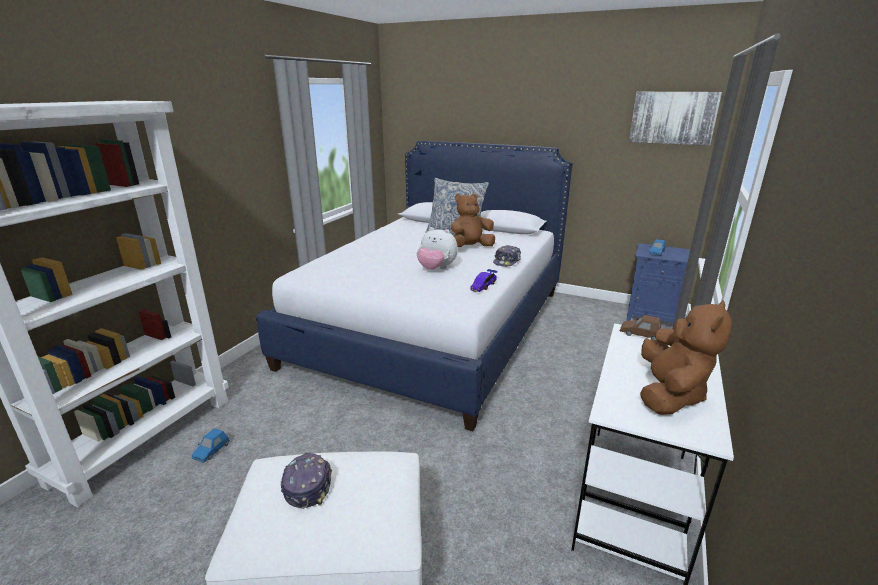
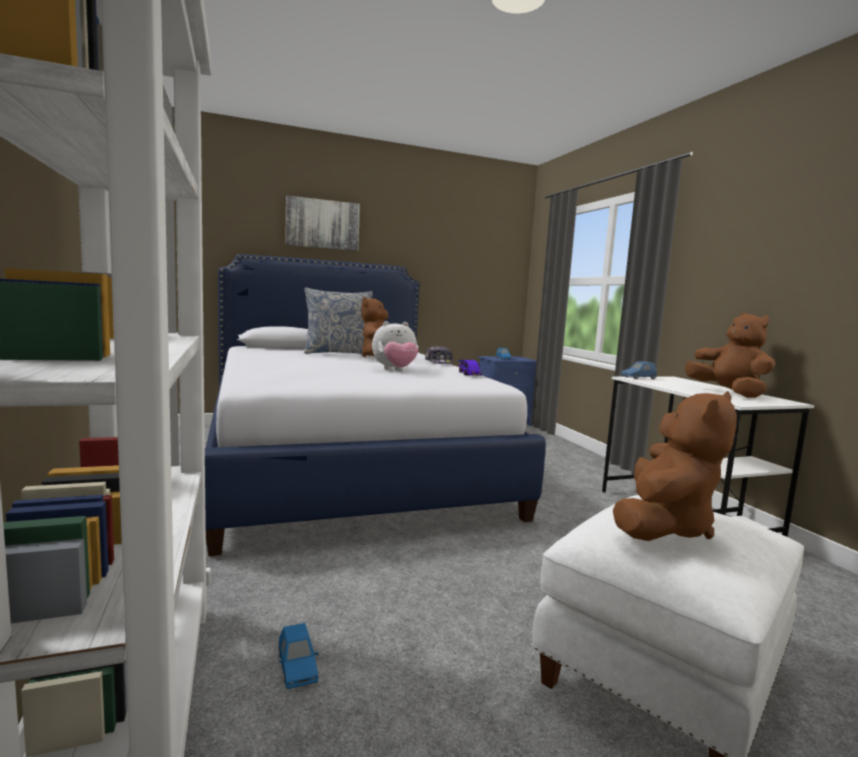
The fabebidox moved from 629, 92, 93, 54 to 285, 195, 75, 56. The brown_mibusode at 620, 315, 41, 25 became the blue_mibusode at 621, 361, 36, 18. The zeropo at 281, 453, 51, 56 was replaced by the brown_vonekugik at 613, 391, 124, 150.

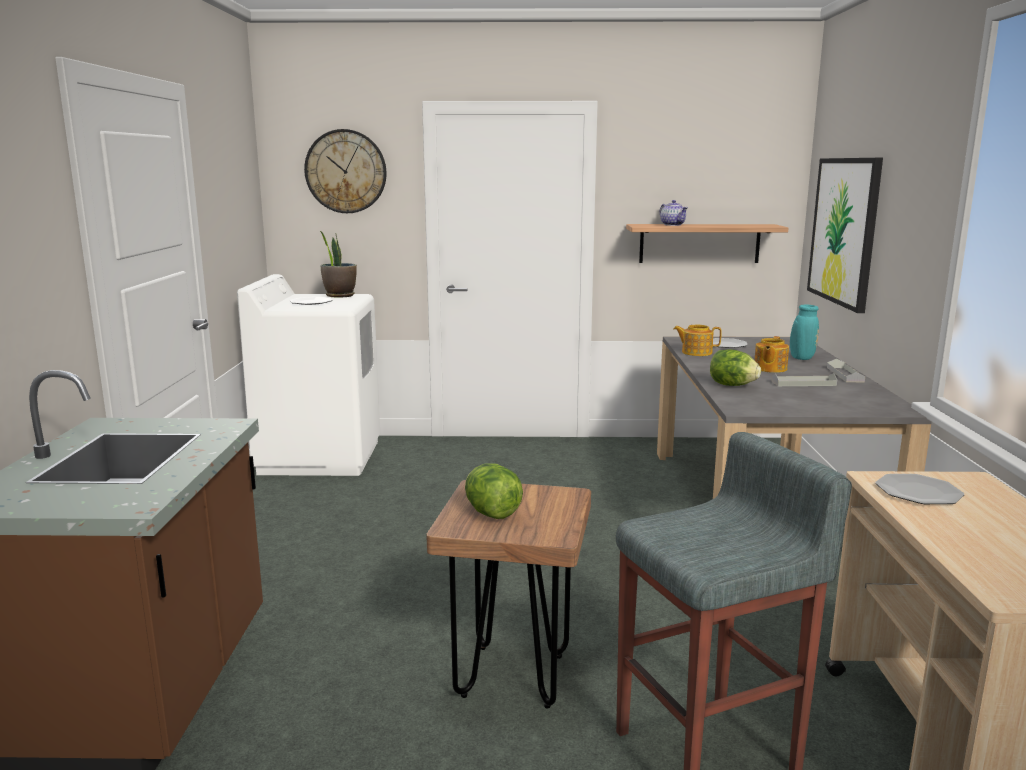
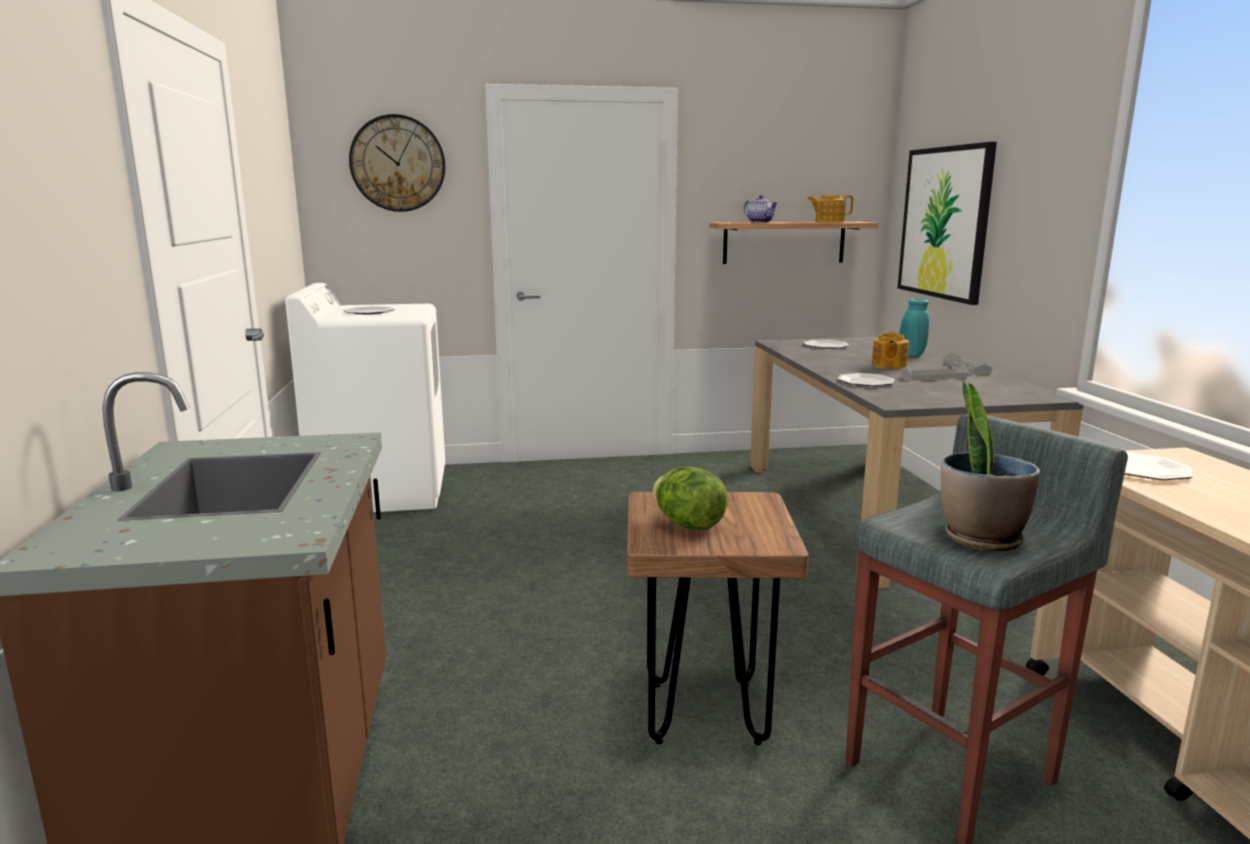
The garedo moved from 319, 230, 38, 67 to 941, 381, 99, 170. The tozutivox moved from 674, 325, 48, 31 to 808, 195, 45, 27. The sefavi at 710, 349, 51, 37 was replaced by the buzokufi at 837, 373, 58, 13.

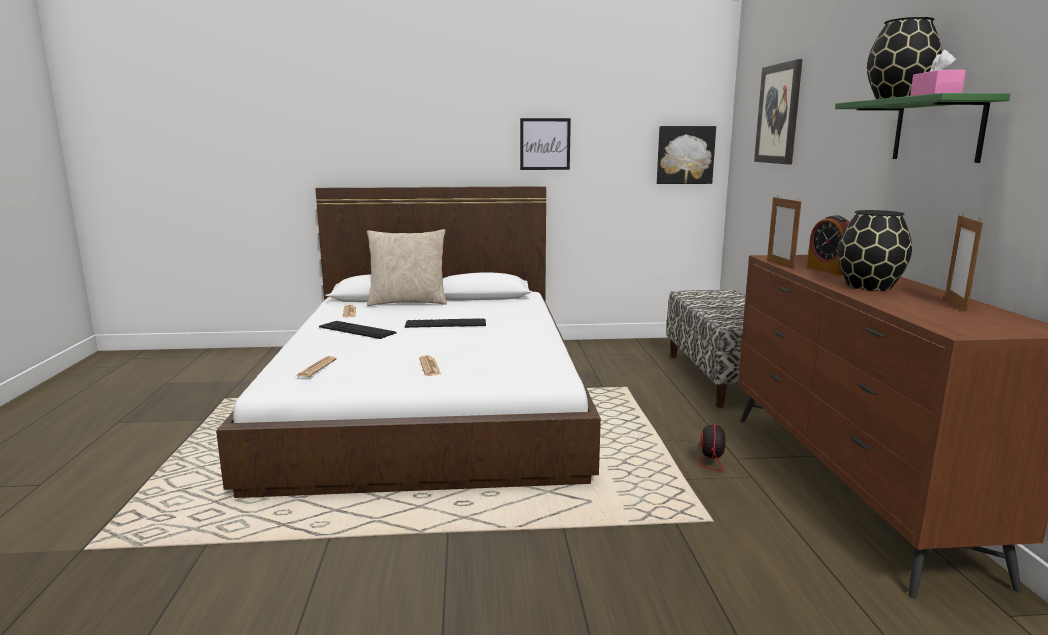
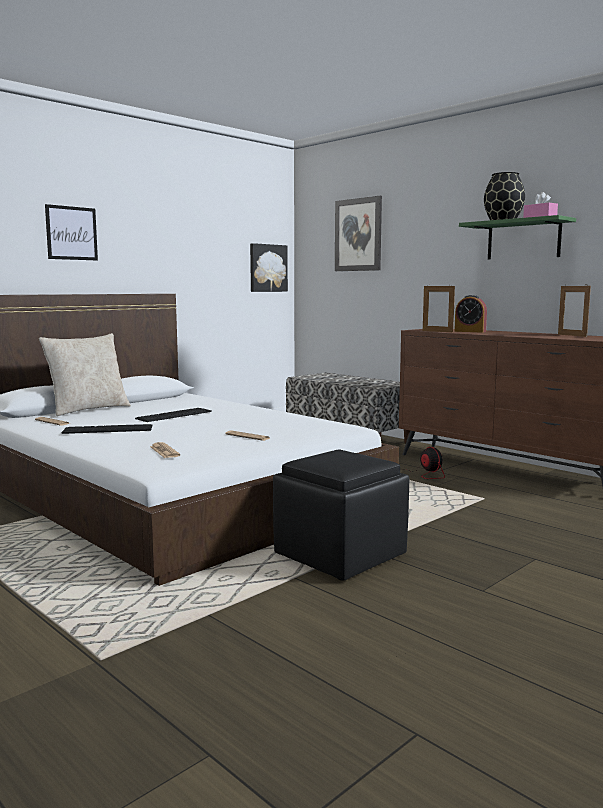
The fabebidox moved from 520, 118, 51, 52 to 45, 204, 53, 56. The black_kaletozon at 838, 210, 74, 81 disappeared. The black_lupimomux at 273, 449, 136, 132 appeared.

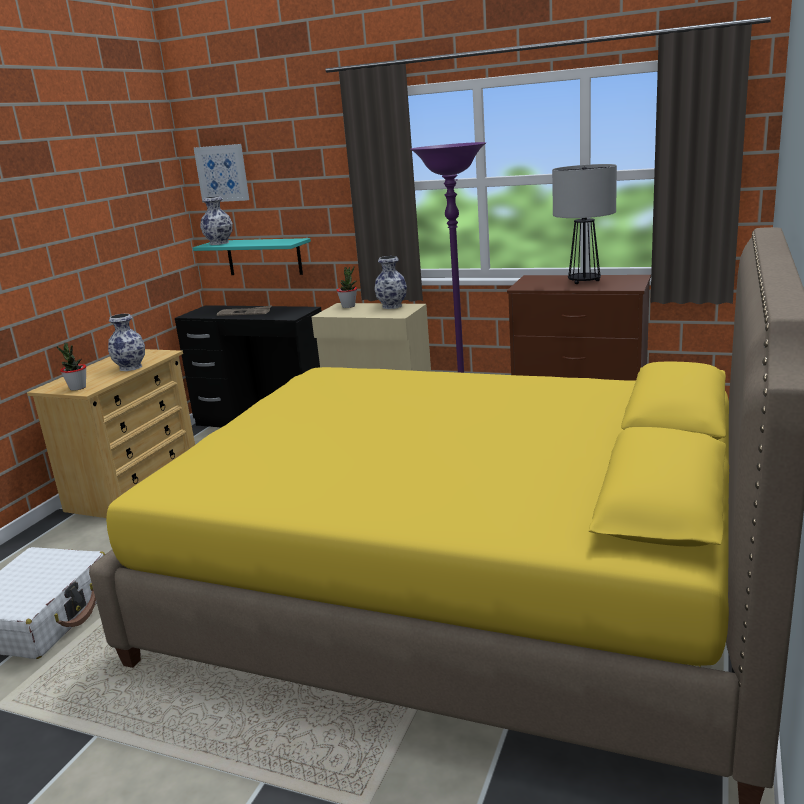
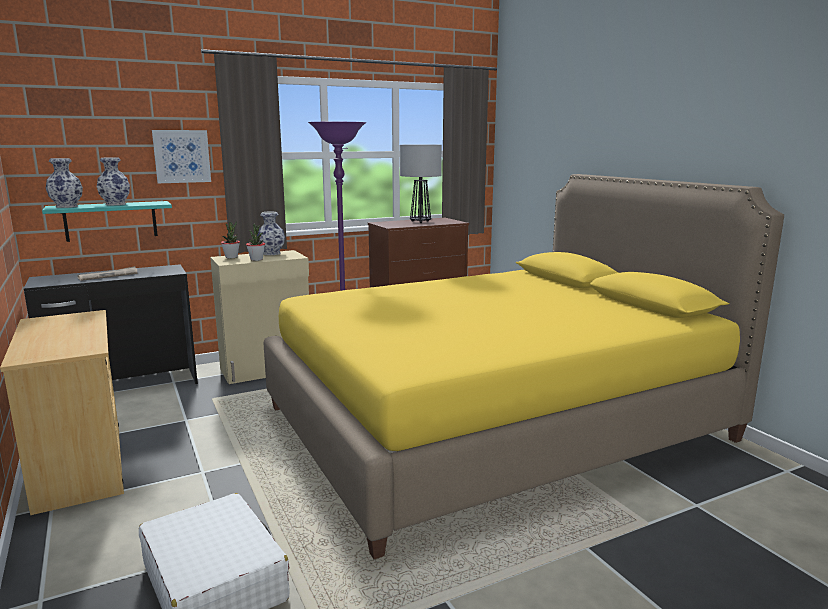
The fabebidox moved from 194, 144, 55, 59 to 152, 130, 59, 53. The kaletozon moved from 108, 314, 37, 57 to 97, 157, 33, 48. The garedo moved from 57, 343, 29, 48 to 246, 224, 19, 37.

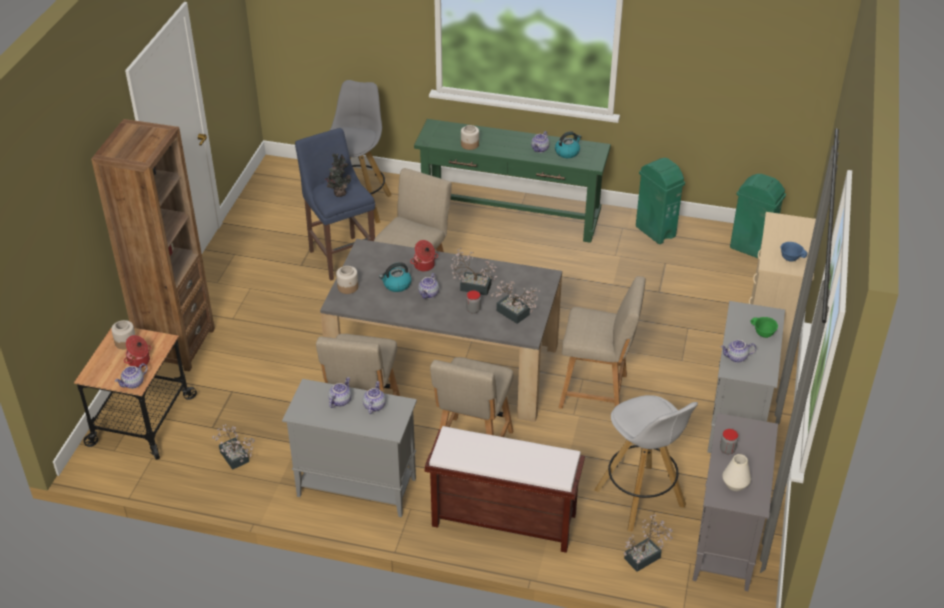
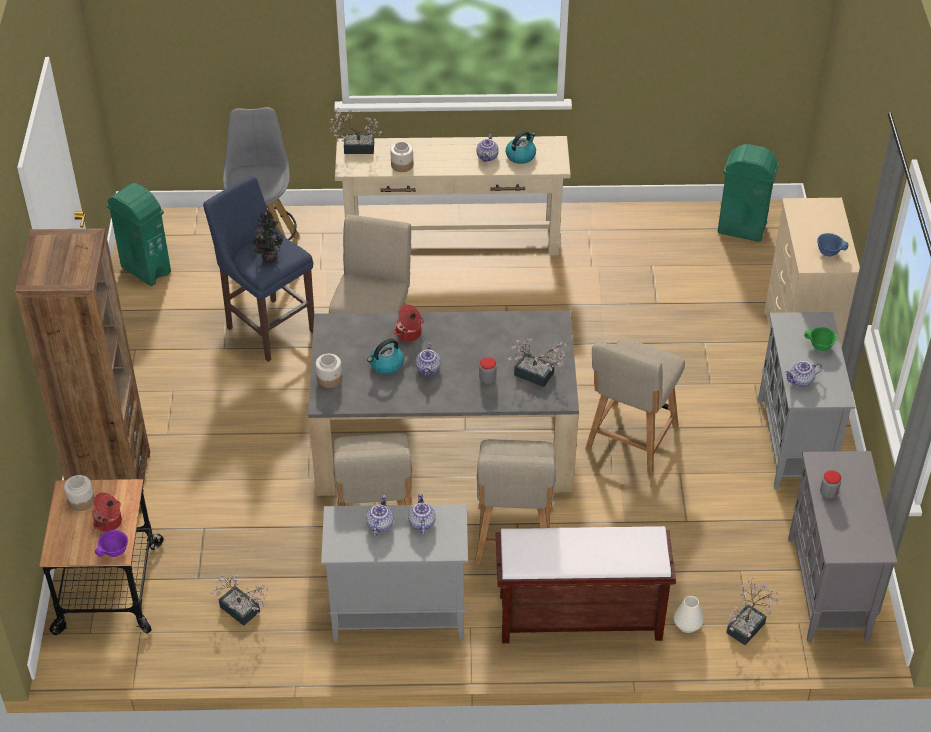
The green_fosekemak at 414, 119, 197, 124 became the beige_fosekemak at 335, 136, 236, 119. The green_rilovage moved from 636, 158, 49, 86 to 107, 183, 64, 103. The garedo moved from 450, 248, 47, 47 to 330, 108, 52, 46. The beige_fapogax at 559, 276, 87, 133 turned 120 degrees clockwise. The tozutivox at 115, 363, 33, 26 was replaced by the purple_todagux at 95, 530, 33, 27. The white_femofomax at 594, 395, 104, 137 disappeared. The white_kaletozon moved from 722, 454, 29, 37 to 674, 596, 30, 37.

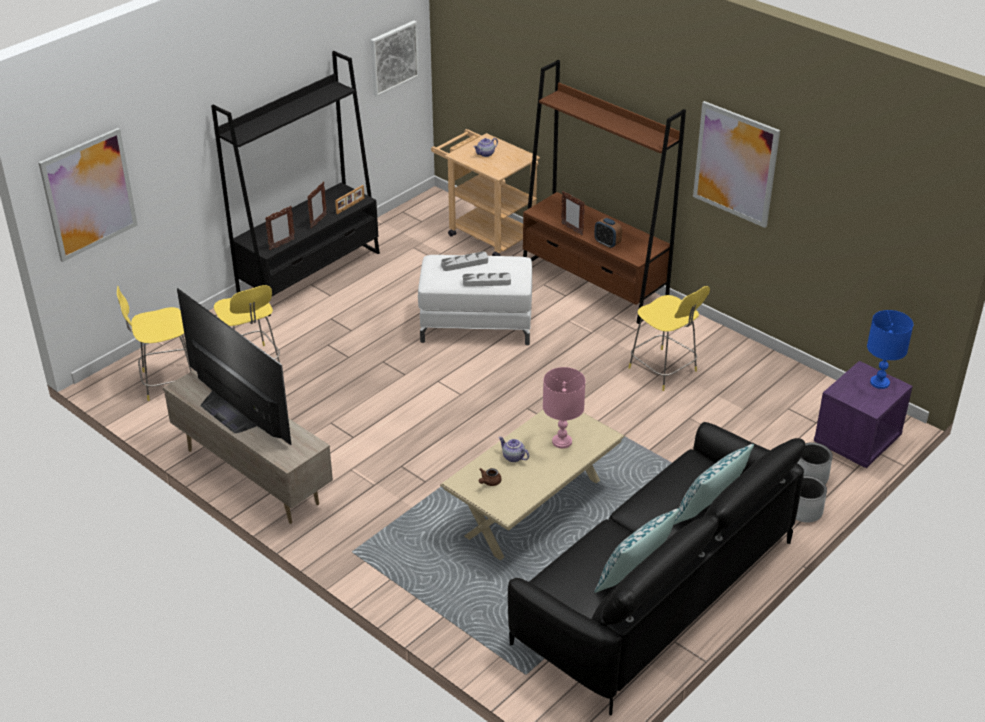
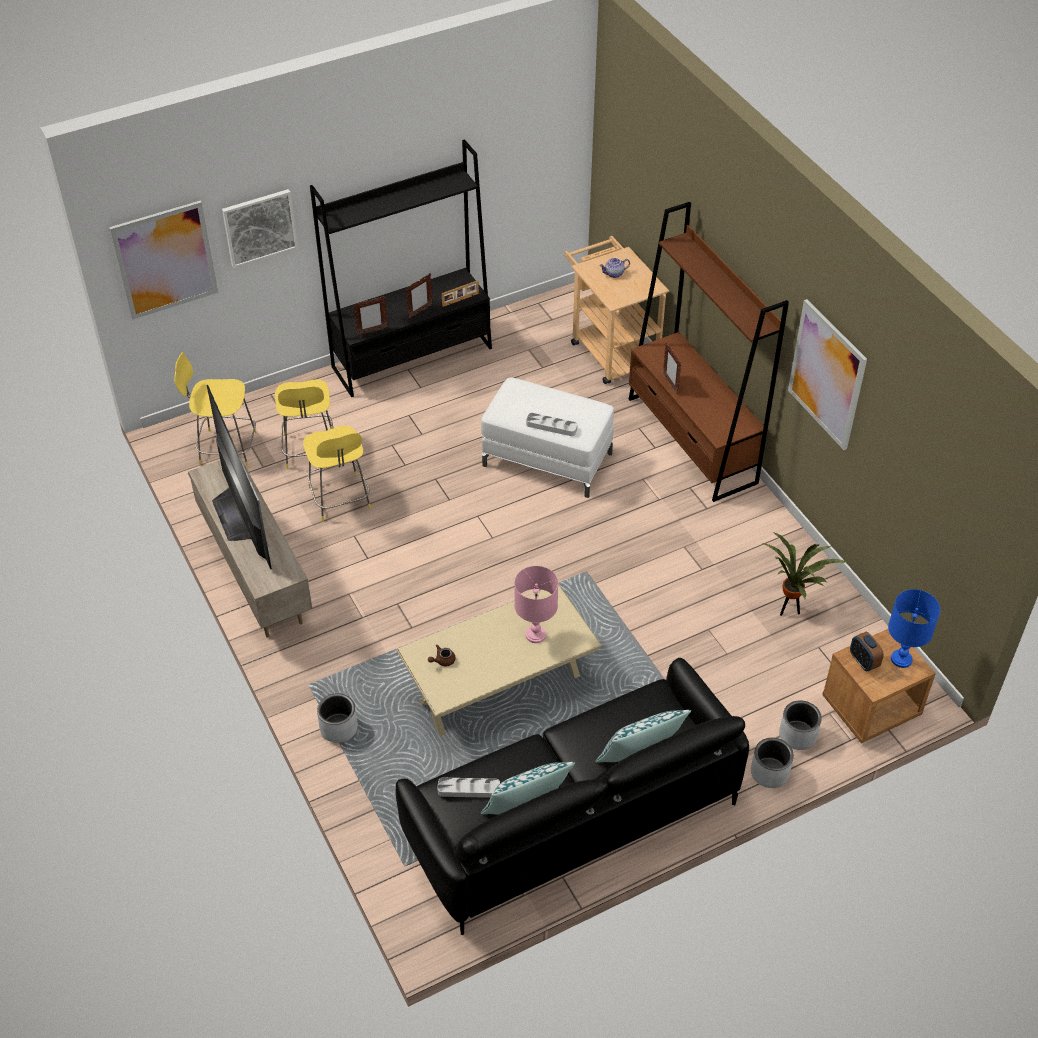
The fabebidox moved from 371, 21, 48, 75 to 222, 189, 76, 79. The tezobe moved from 594, 218, 28, 30 to 850, 632, 34, 39. The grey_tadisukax moved from 441, 252, 47, 19 to 438, 778, 62, 20. The yellow_femofomax moved from 629, 286, 81, 105 to 303, 426, 68, 95. The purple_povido at 814, 361, 99, 107 became the brown_povido at 822, 629, 114, 114. The tozutivox at 499, 437, 30, 25 disappeared. The garedo at 761, 532, 86, 84 appeared. The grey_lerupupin at 317, 693, 41, 50 appeared.

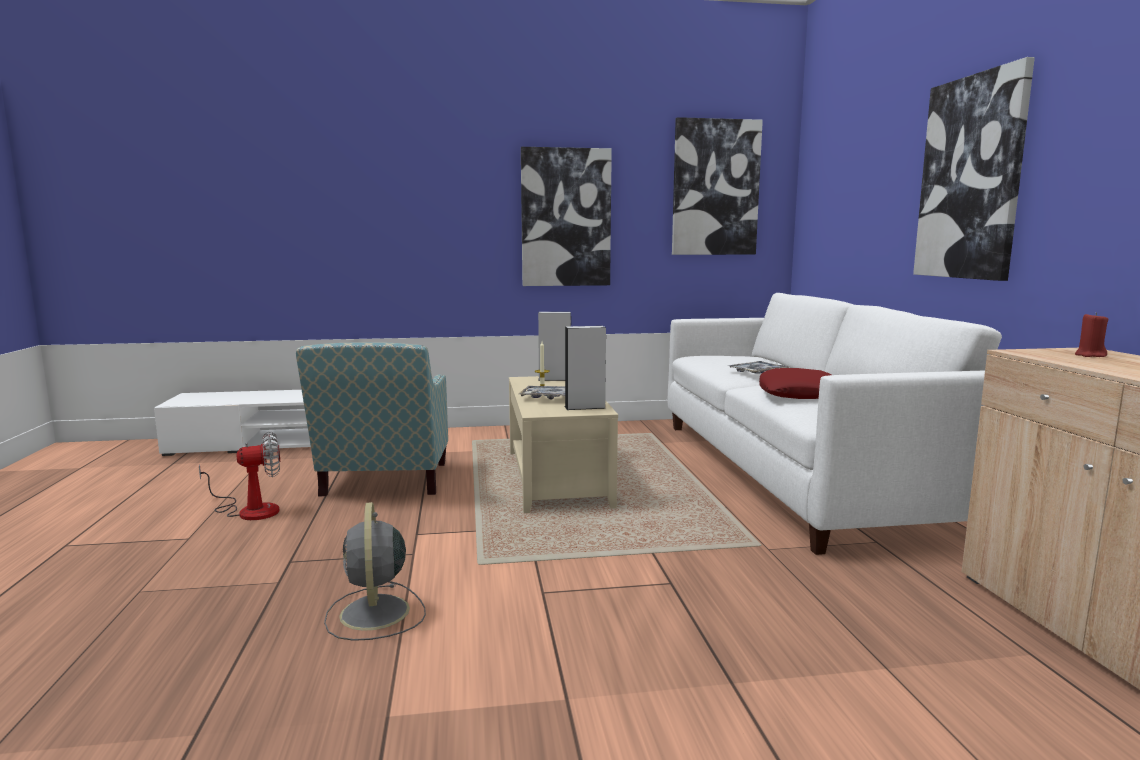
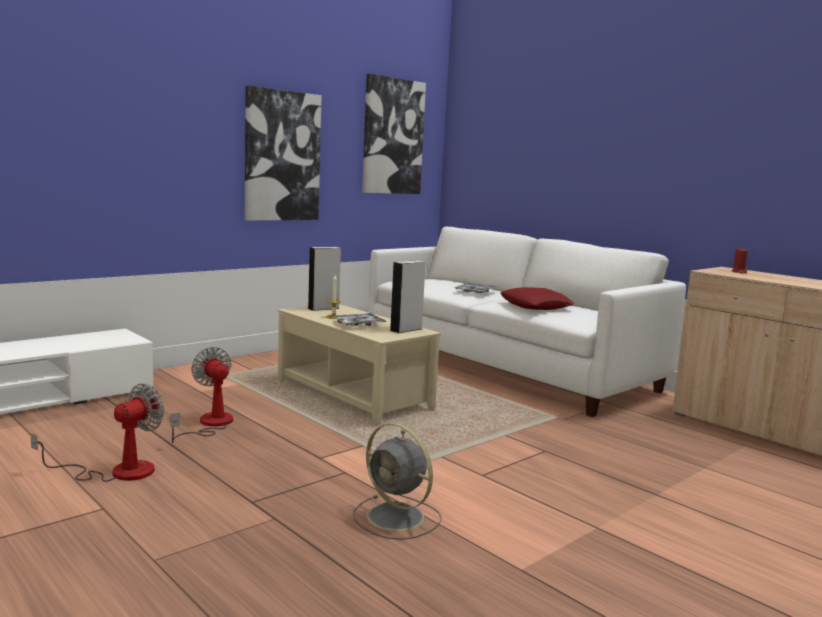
The fabebidox at 913, 57, 122, 224 disappeared. The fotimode at 296, 342, 152, 154 was replaced by the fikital at 170, 347, 63, 96.

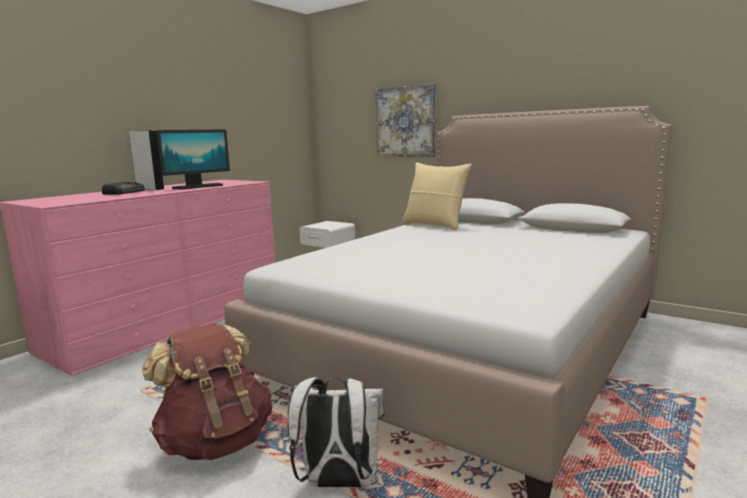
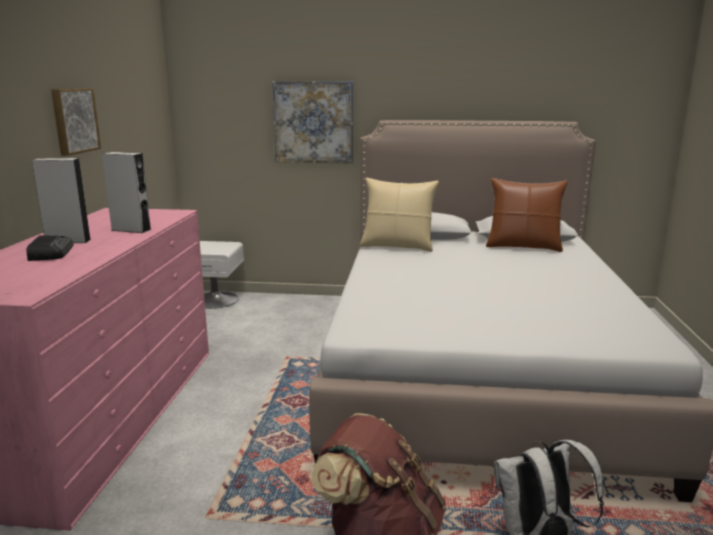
The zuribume at 156, 129, 74, 61 was replaced by the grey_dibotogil at 102, 152, 49, 81. The fabebidox at 51, 88, 50, 68 appeared. The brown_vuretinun at 486, 178, 82, 74 appeared.

